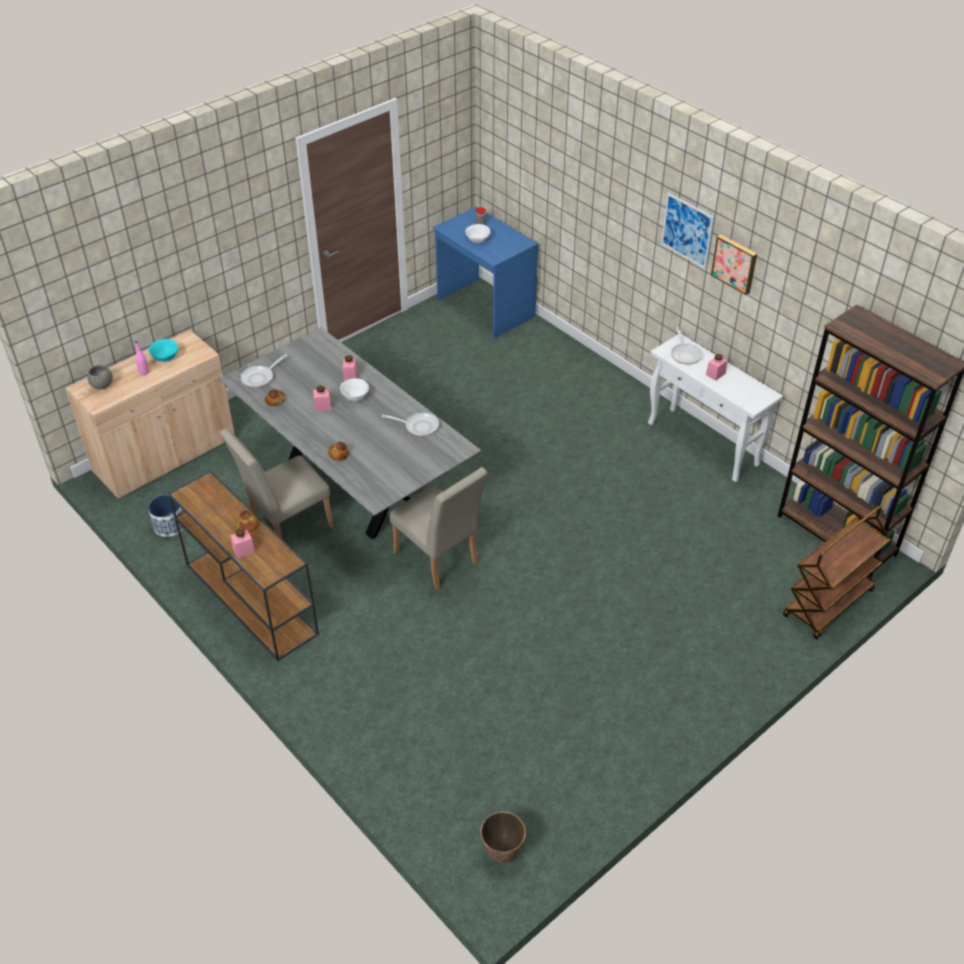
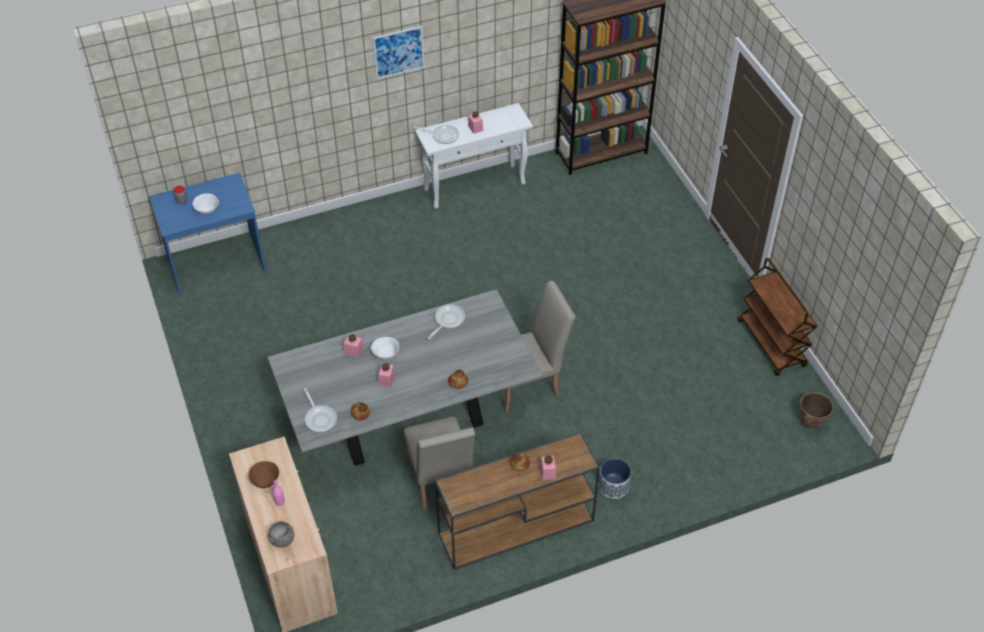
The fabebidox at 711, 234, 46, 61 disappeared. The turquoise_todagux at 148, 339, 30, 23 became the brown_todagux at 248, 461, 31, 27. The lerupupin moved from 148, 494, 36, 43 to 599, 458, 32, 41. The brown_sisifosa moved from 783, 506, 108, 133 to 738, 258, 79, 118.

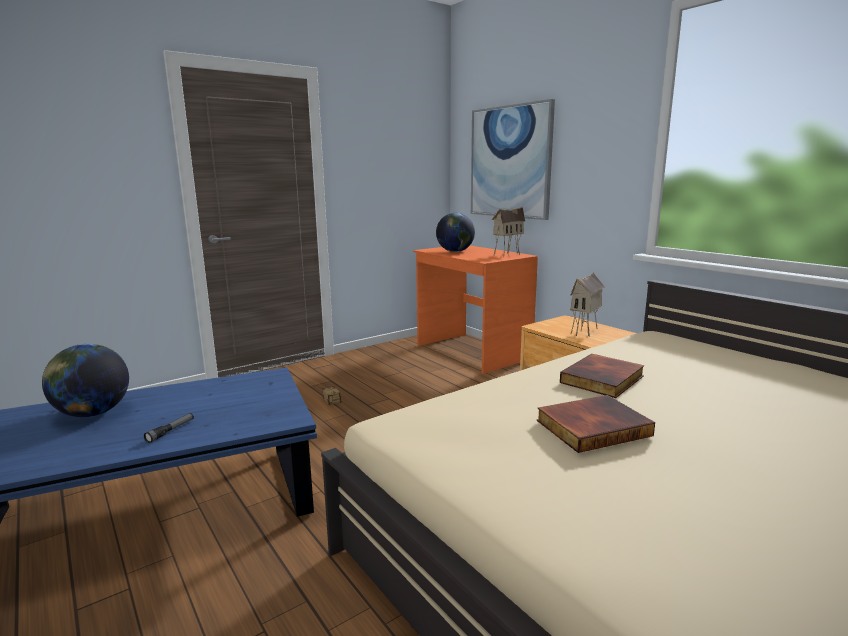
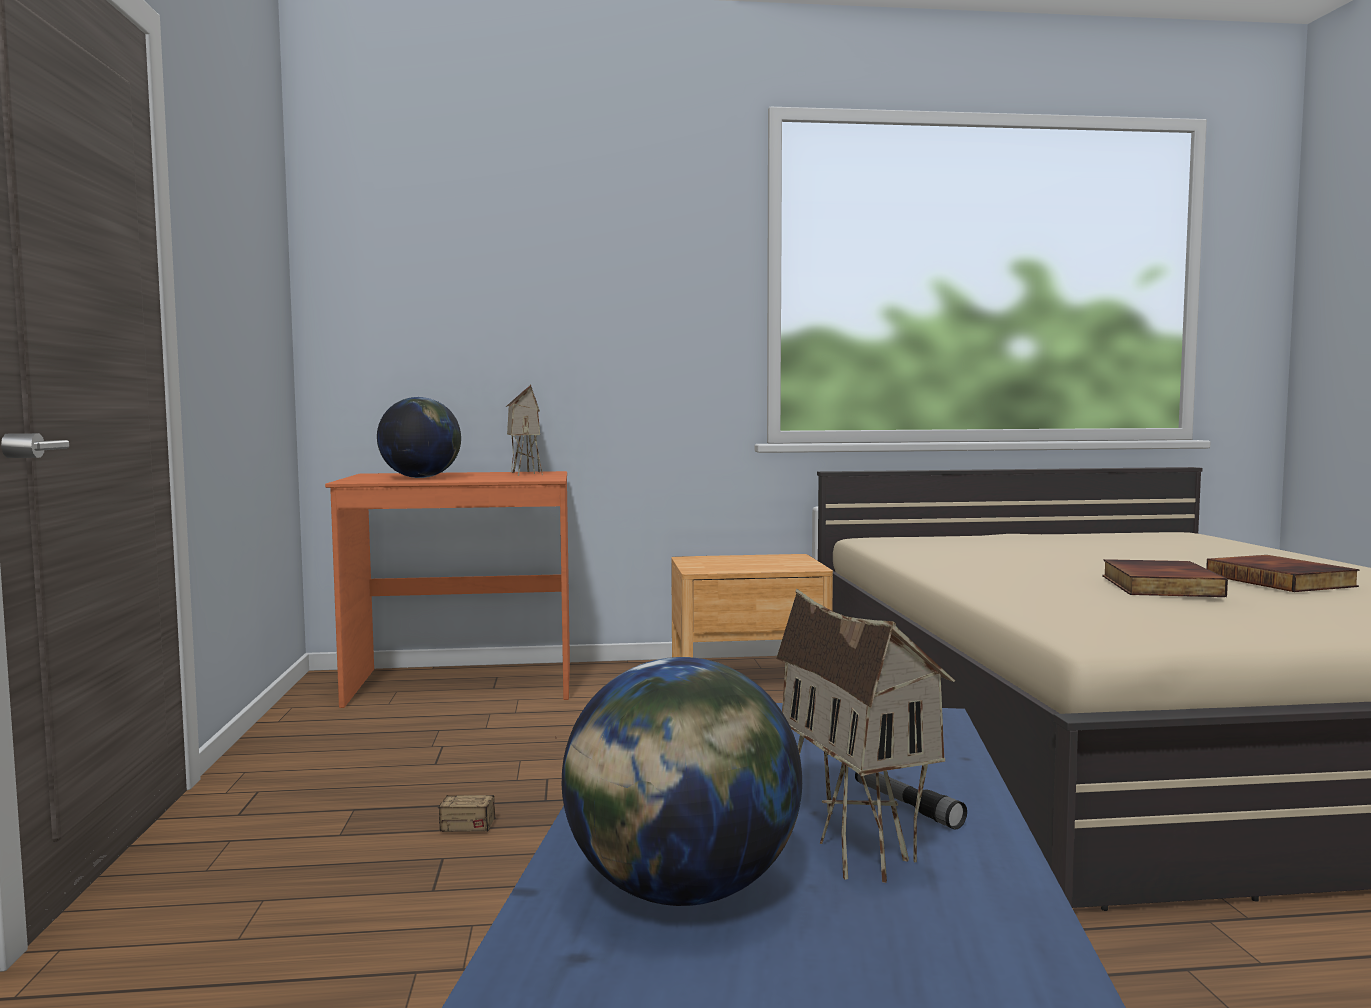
The fabebidox at 471, 99, 84, 121 disappeared. The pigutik moved from 570, 272, 35, 65 to 776, 589, 179, 294. The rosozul moved from 560, 354, 84, 44 to 1206, 555, 153, 37.

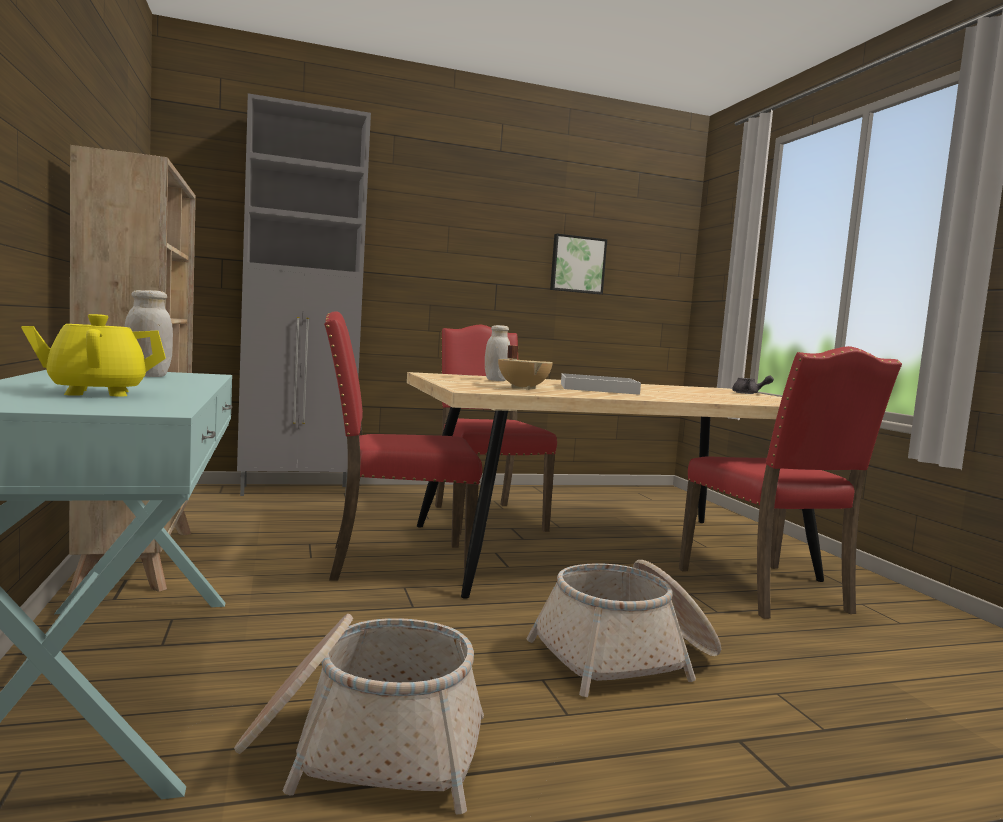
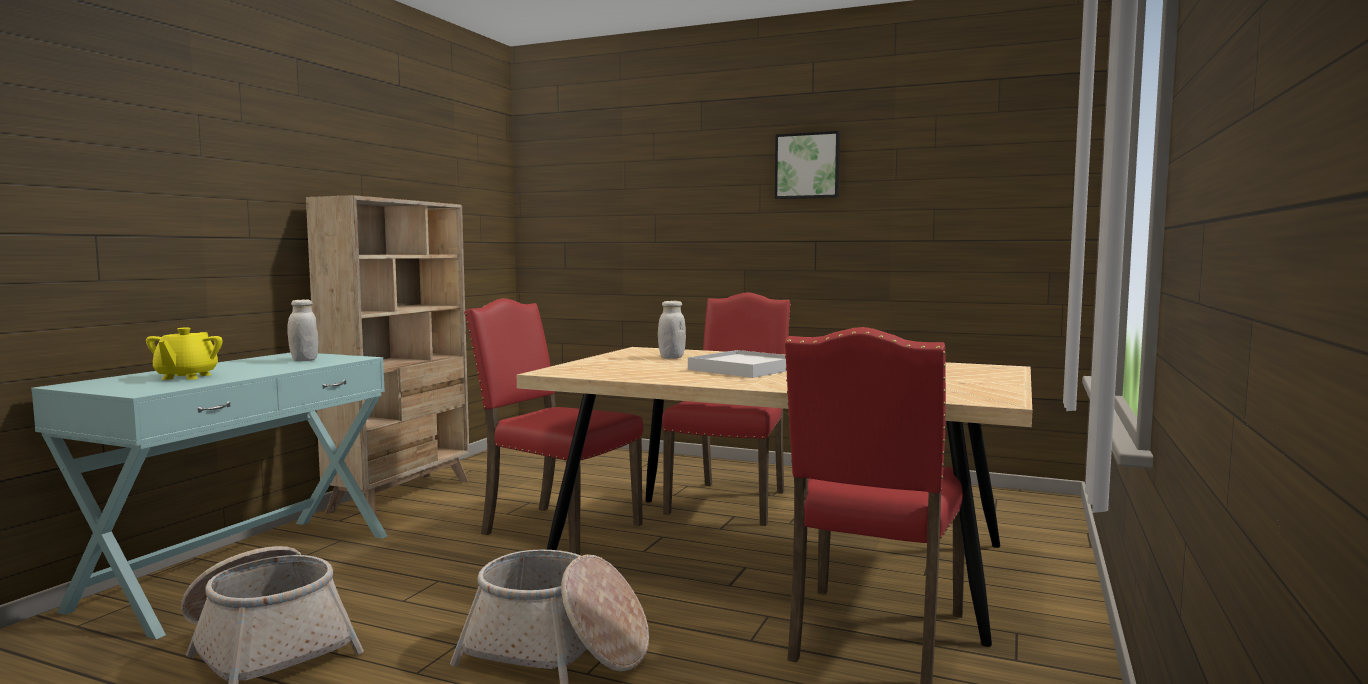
The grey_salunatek at 237, 93, 134, 403 disappeared. The fabebidox moved from 550, 234, 57, 60 to 775, 131, 65, 68. The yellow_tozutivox at 21, 314, 145, 82 turned 105 degrees counterclockwise. The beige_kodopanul at 498, 345, 55, 45 disappeared. The grey_tozutivox at 732, 376, 42, 18 disappeared.

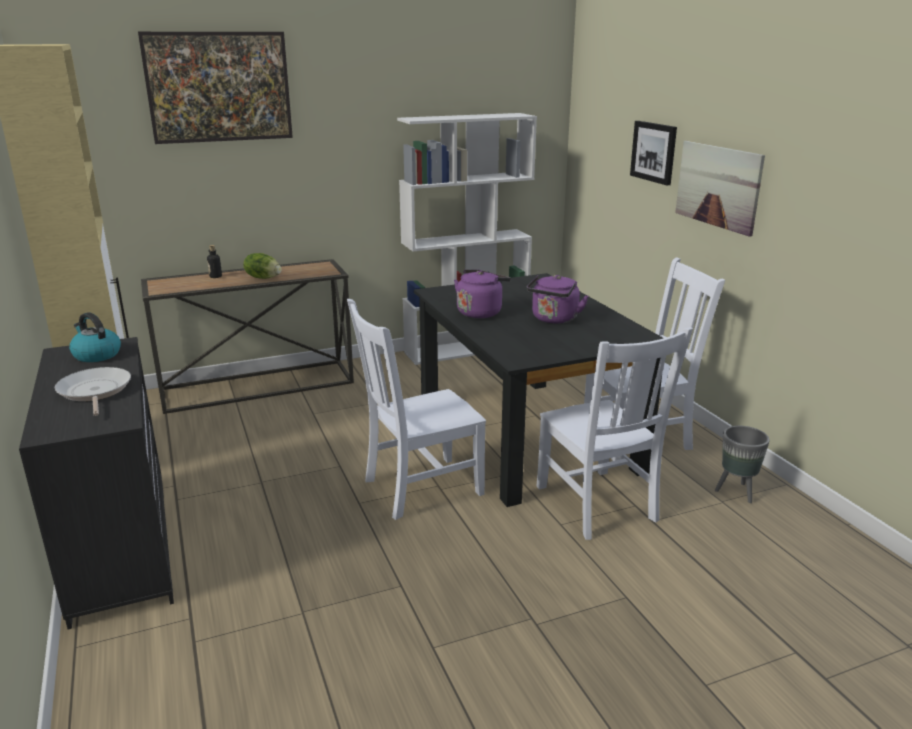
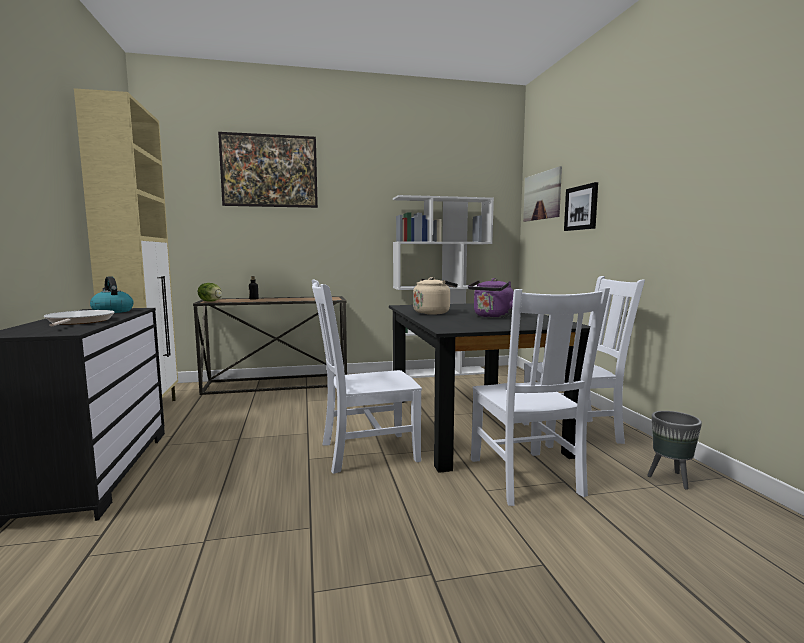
The fabebidox moved from 675, 141, 90, 96 to 523, 166, 39, 56. The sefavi moved from 243, 253, 39, 26 to 198, 283, 24, 19. The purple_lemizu at 454, 269, 57, 49 became the beige_lemizu at 413, 277, 45, 38.

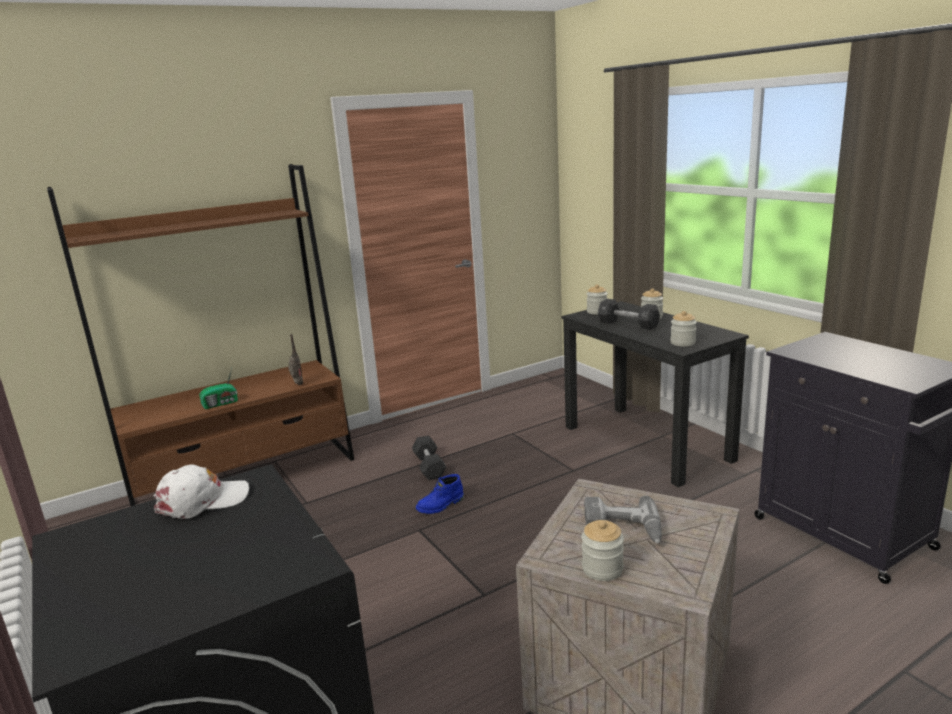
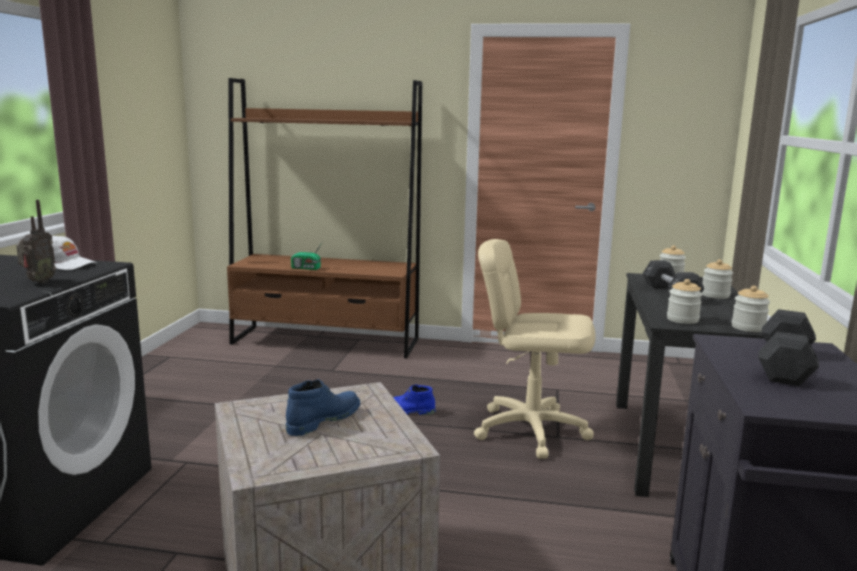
The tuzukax moved from 288, 334, 15, 51 to 16, 200, 40, 83. The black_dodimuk moved from 412, 436, 34, 44 to 758, 309, 61, 77. The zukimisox at 584, 495, 78, 48 was replaced by the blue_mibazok at 286, 379, 74, 57. The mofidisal moved from 581, 520, 43, 61 to 732, 286, 38, 46. The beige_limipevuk at 474, 239, 122, 220 appeared.

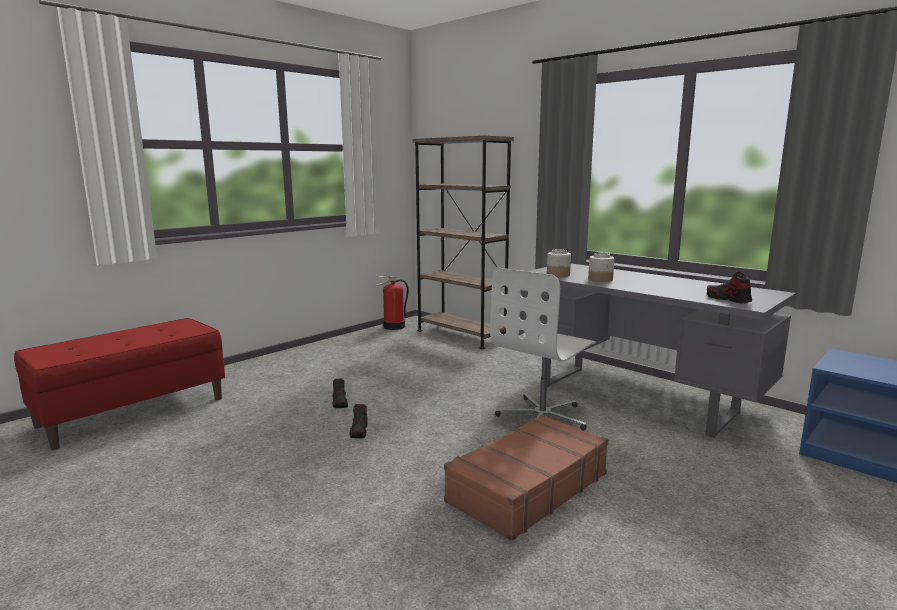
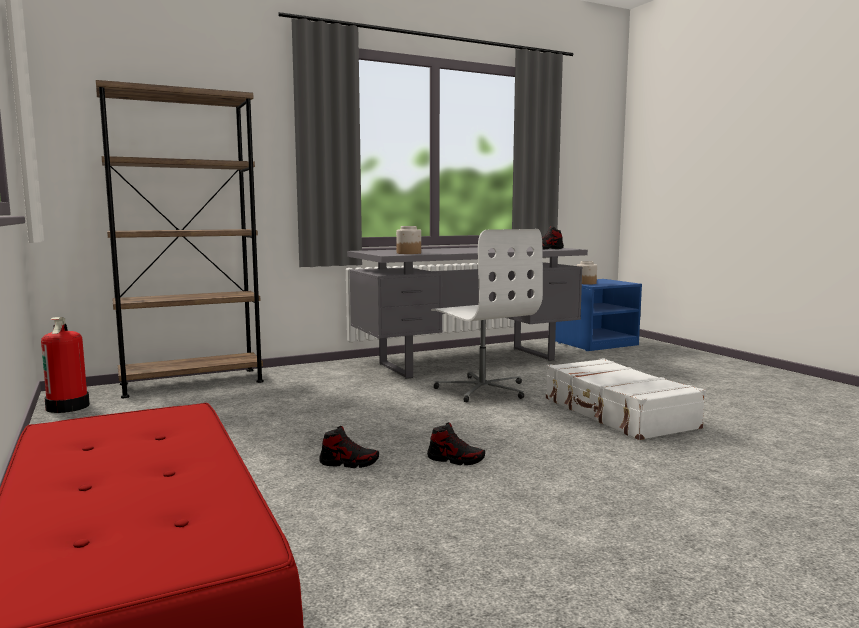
The mofidisal moved from 588, 253, 26, 29 to 577, 261, 20, 24. The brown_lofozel at 444, 414, 165, 127 became the white_lofozel at 546, 358, 160, 82.

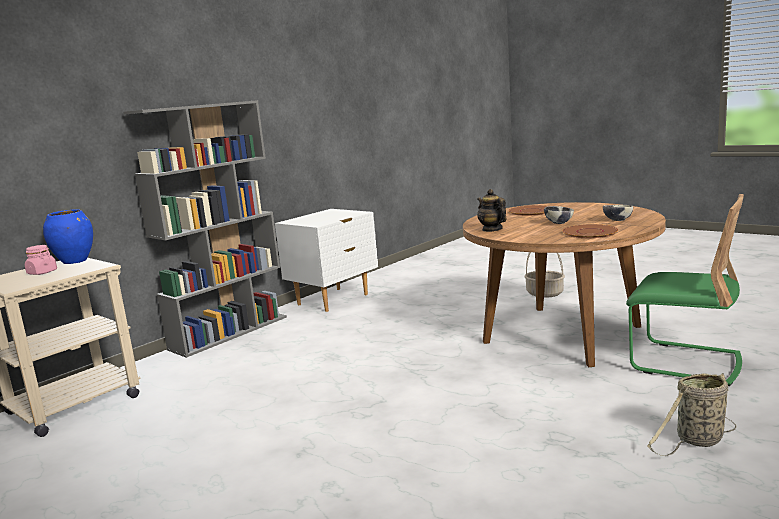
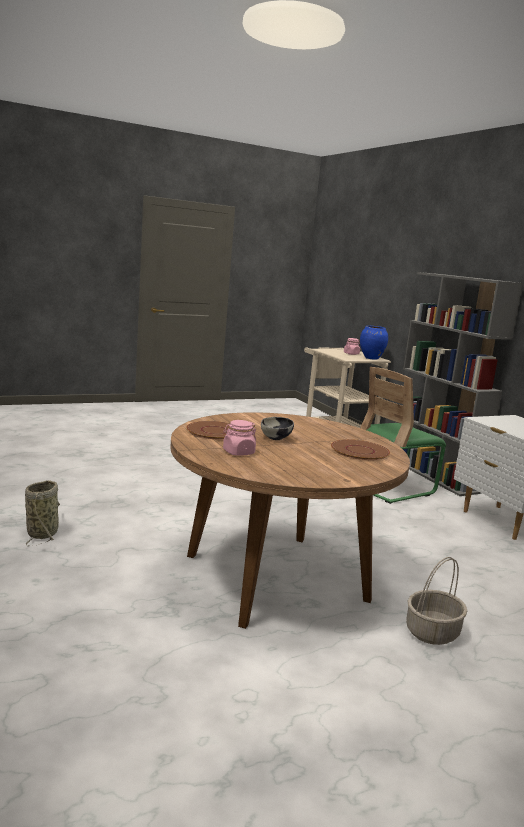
The tozutivox at 477, 189, 30, 43 disappeared. The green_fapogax moved from 626, 194, 118, 192 to 360, 367, 86, 137. The todagux at 603, 205, 30, 16 was replaced by the pink_mofidisal at 223, 420, 33, 36.

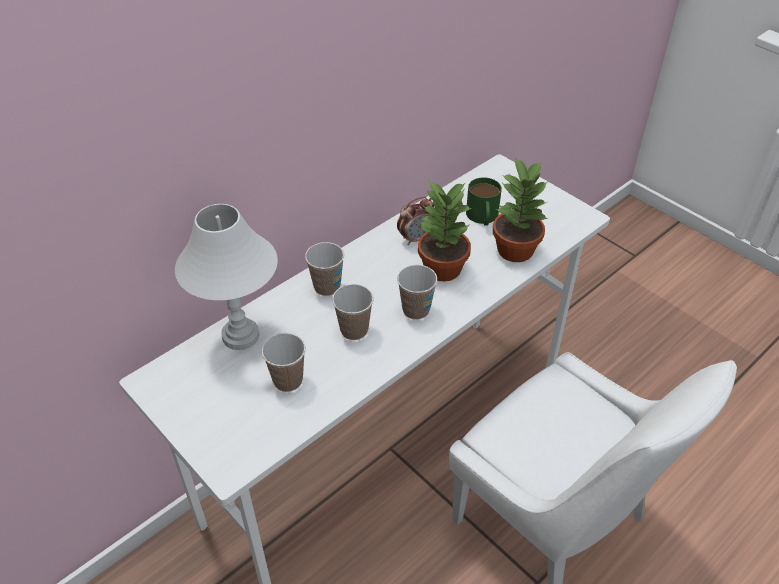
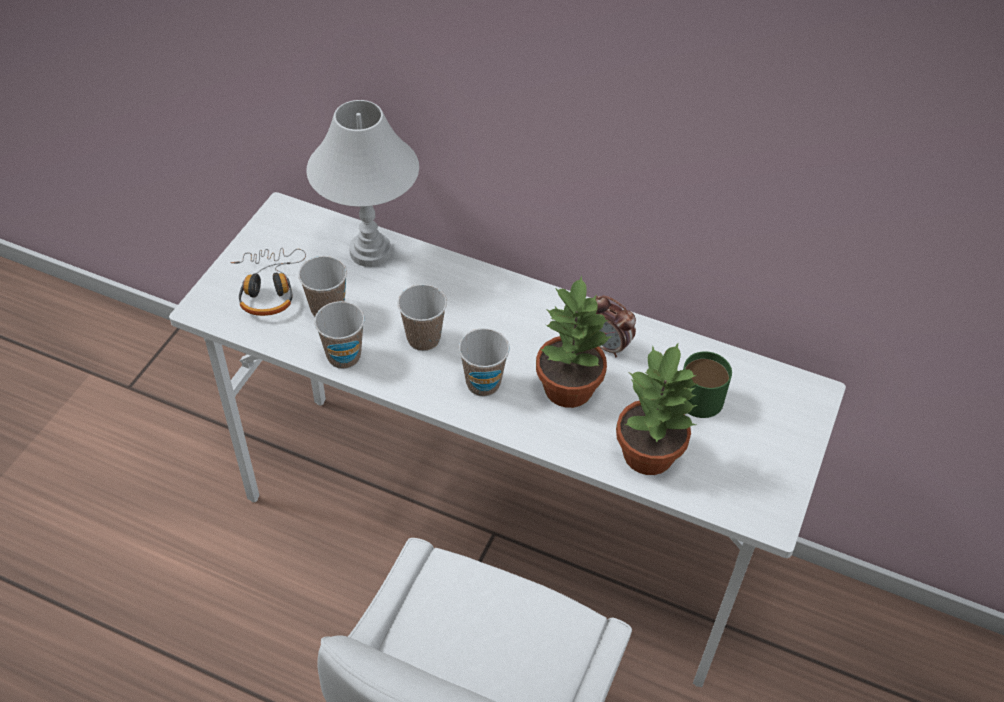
The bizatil moved from 305, 242, 39, 54 to 314, 301, 51, 68. The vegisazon at 230, 247, 76, 69 appeared.

